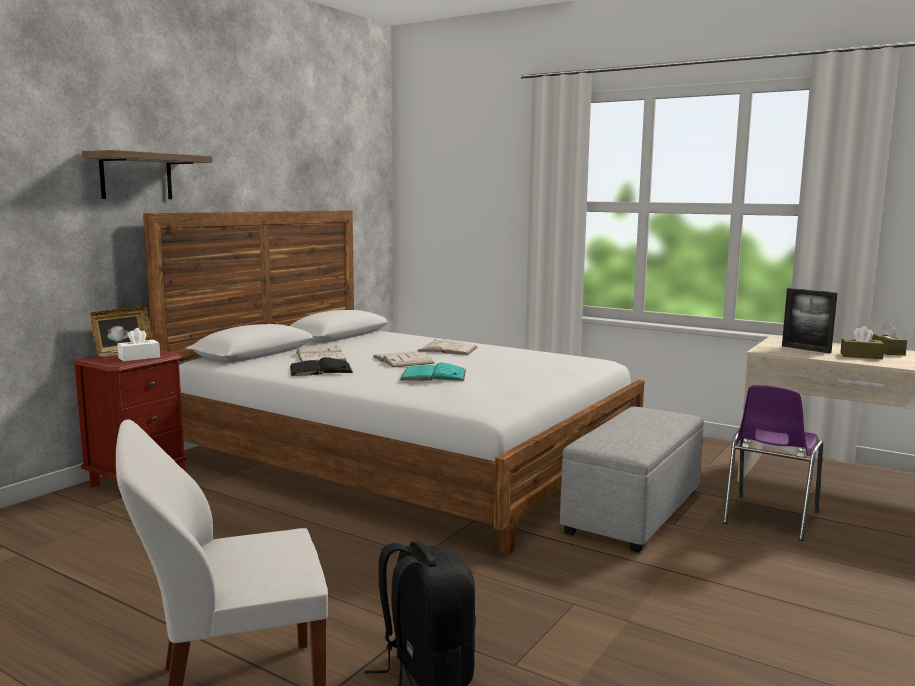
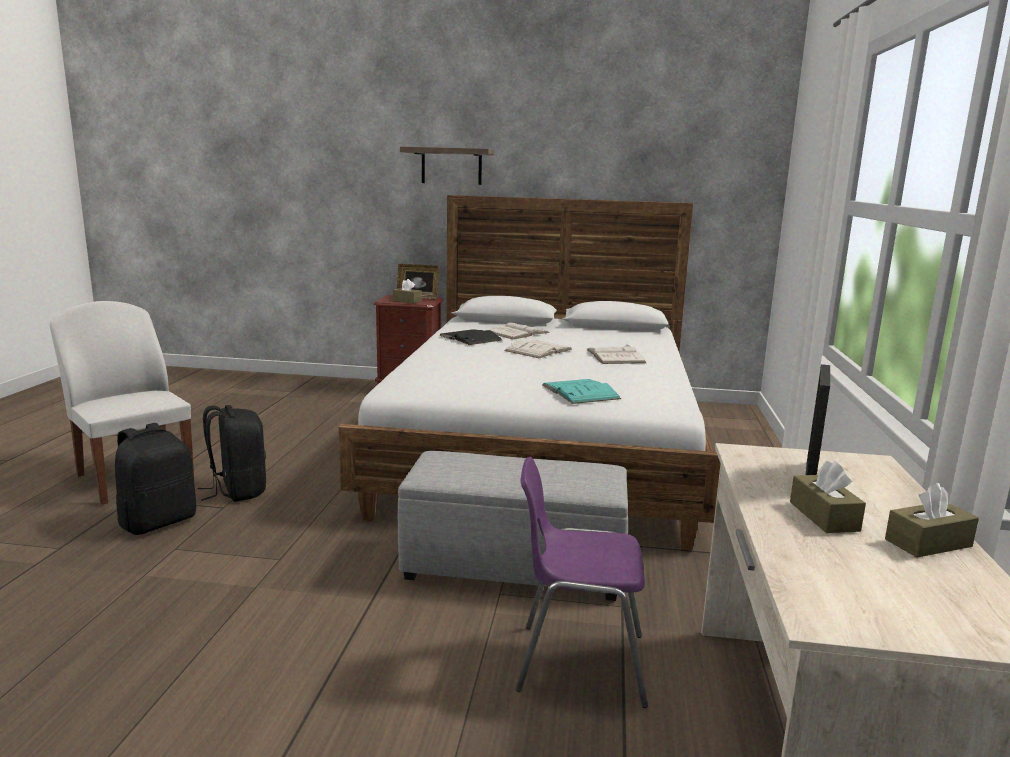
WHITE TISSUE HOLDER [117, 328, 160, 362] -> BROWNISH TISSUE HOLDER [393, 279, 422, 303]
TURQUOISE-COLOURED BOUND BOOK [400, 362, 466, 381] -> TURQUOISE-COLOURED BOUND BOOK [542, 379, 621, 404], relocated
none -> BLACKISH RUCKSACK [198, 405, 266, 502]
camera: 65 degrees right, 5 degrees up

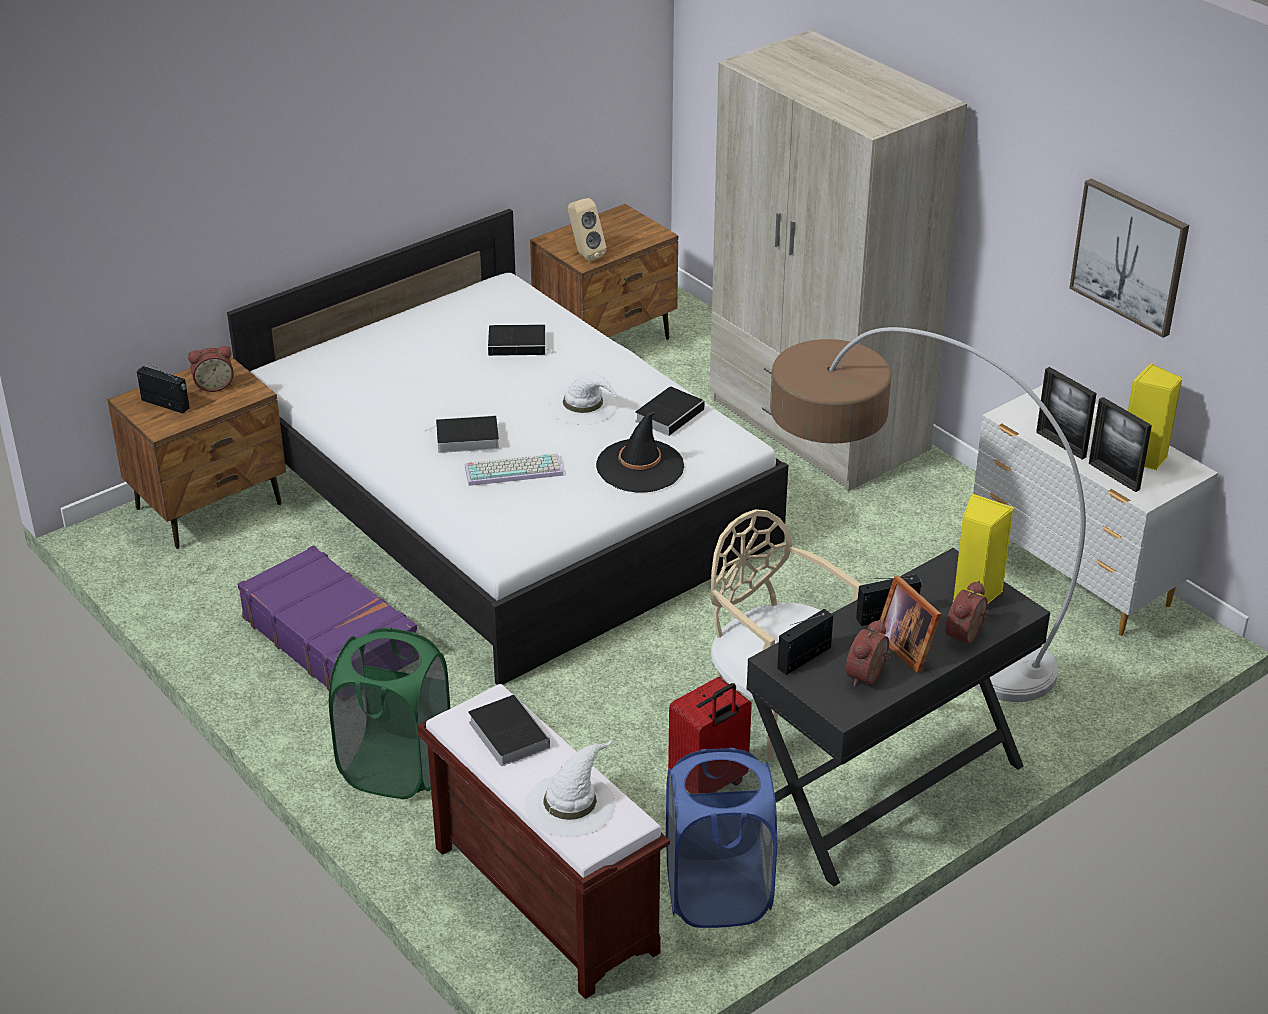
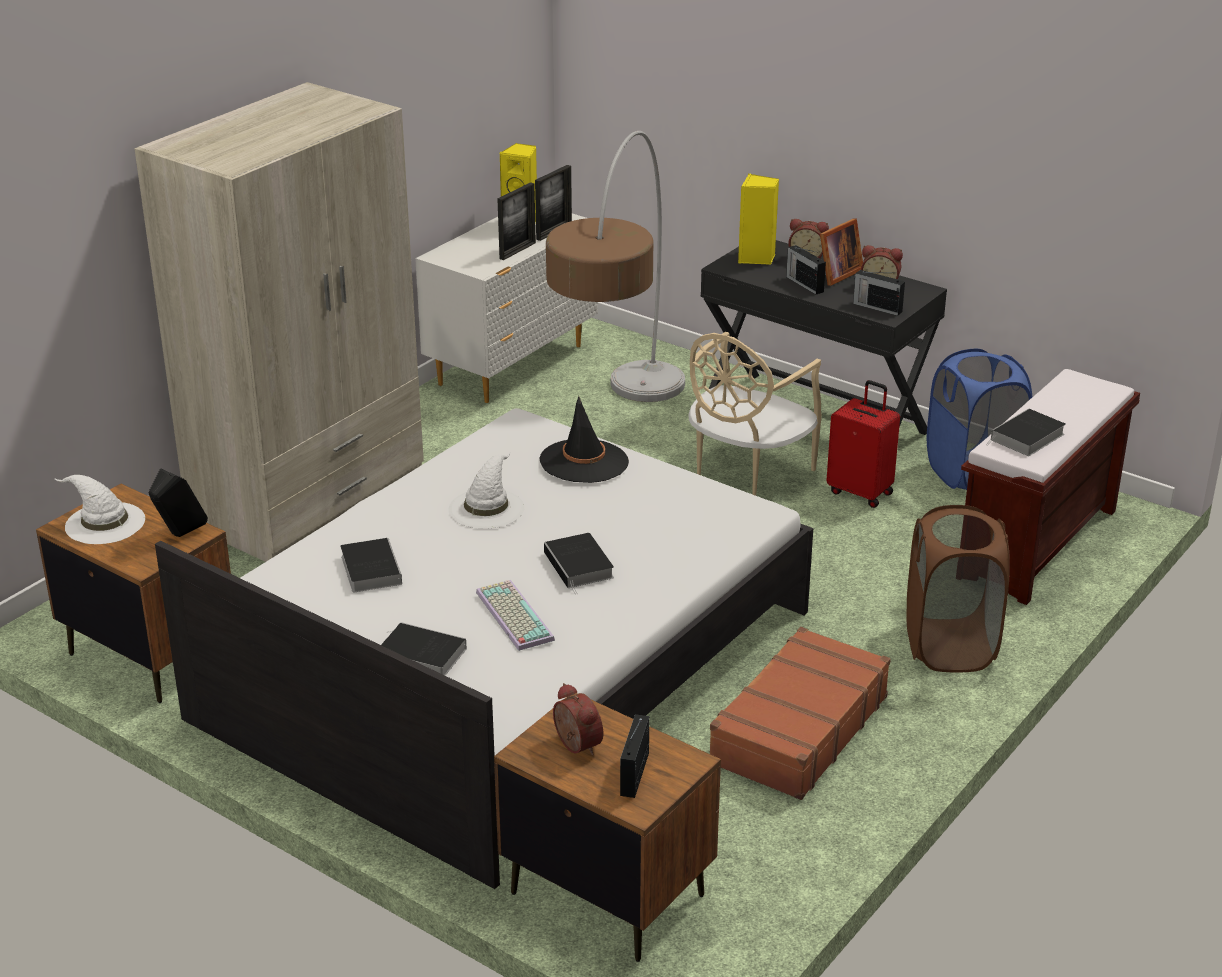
PICTURE [1069, 178, 1189, 338] -> none
BEIGE-COLOURED SPEAKER [568, 198, 607, 262] -> BLACKISH SPEAKER [149, 469, 208, 537]
BOUND BOOK [635, 386, 709, 436] -> BOUND BOOK [381, 622, 467, 676], relocated
PC KEYBOARD [465, 453, 564, 486] -> PC KEYBOARD [476, 580, 555, 651], relocated
PURPLE TRAVEL CASE [238, 546, 417, 691] -> BROWNISH TRAVEL CASE [710, 627, 891, 800]
GREEN WASHING BASKET [329, 627, 450, 799] -> BROWNISH WASHING BASKET [906, 505, 1010, 673]
WHITE CLOTHING HAT [525, 739, 615, 837] -> WHITE CLOTHING HAT [54, 475, 145, 544], relocated
camera: 105 degrees left, 5 degrees down

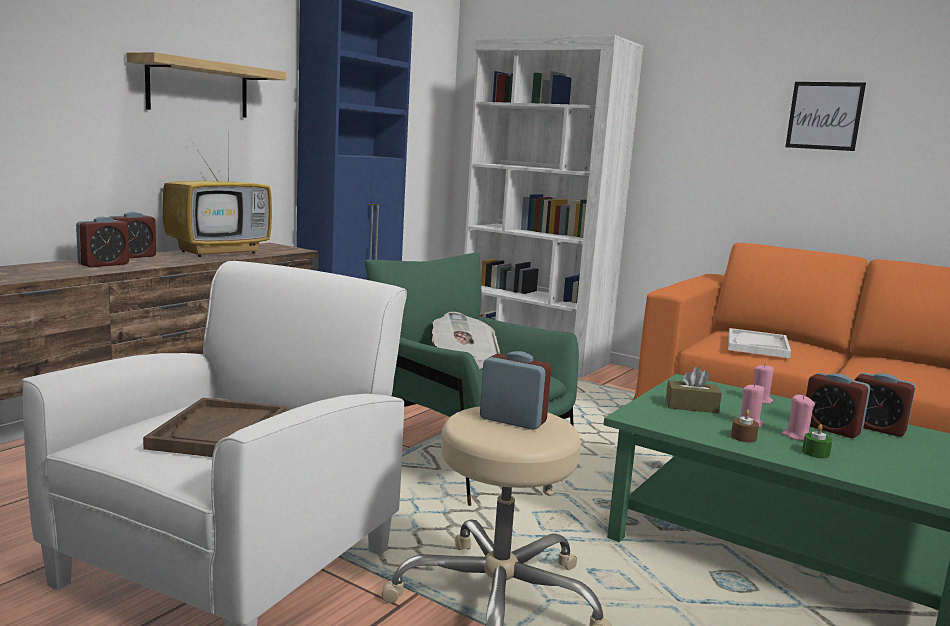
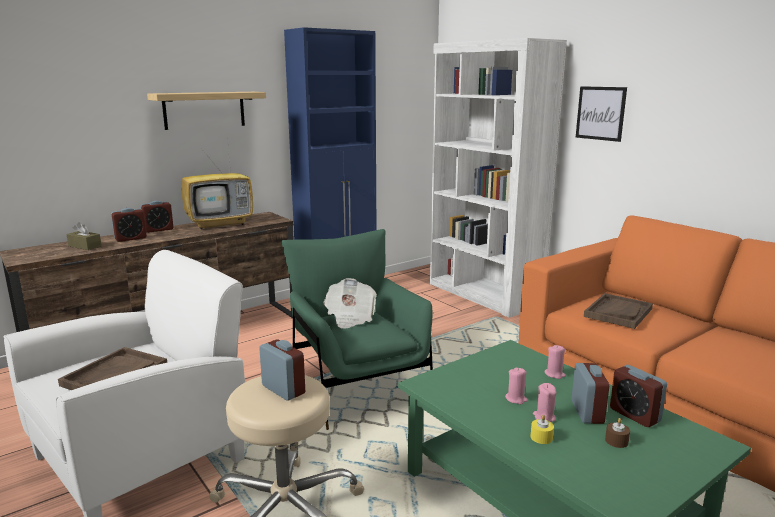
PICTURE [785, 82, 866, 151] -> PICTURE [576, 86, 627, 142], relocated
WHITE CARRYING TRAY [728, 328, 791, 358] -> BROWNISH CARRYING TRAY [584, 293, 653, 329]
BROWNISH TISSUE HOLDER [666, 367, 722, 413] -> BROWNISH TISSUE HOLDER [66, 222, 102, 250], relocated
TABLE CLOCK [806, 373, 871, 438] -> TABLE CLOCK [572, 363, 609, 424], 150 degrees counterclockwise
BROWNISH WAX CANDLE [731, 410, 759, 442] -> BROWNISH WAX CANDLE [605, 418, 630, 448], relocated
GREEN WAX CANDLE [802, 424, 832, 459] -> YELLOW WAX CANDLE [531, 415, 554, 444]
camera: 20 degrees right, 5 degrees up

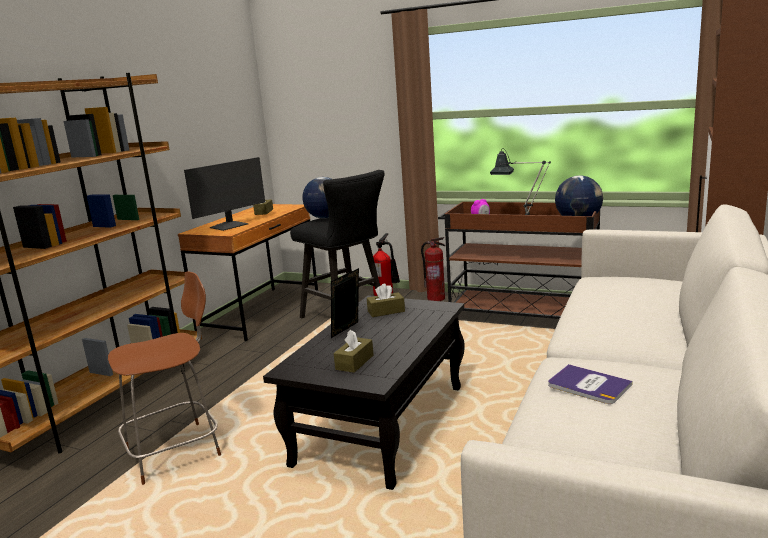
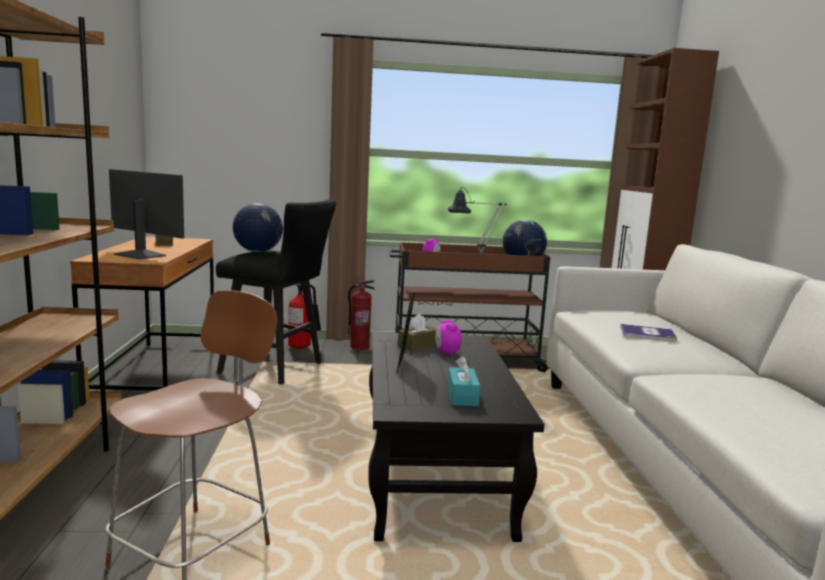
MONITOR [184, 157, 265, 231] -> MONITOR [109, 169, 184, 259], 75 degrees counterclockwise
BROWNISH TISSUE HOLDER [334, 329, 374, 373] -> TURQUOISE-COLOURED TISSUE HOLDER [448, 356, 480, 406]
BOUND BOOK [548, 364, 633, 404] -> BOUND BOOK [620, 324, 677, 342], relocated
none -> TABLE CLOCK [435, 320, 462, 356]
camera: 30 degrees left, 5 degrees down

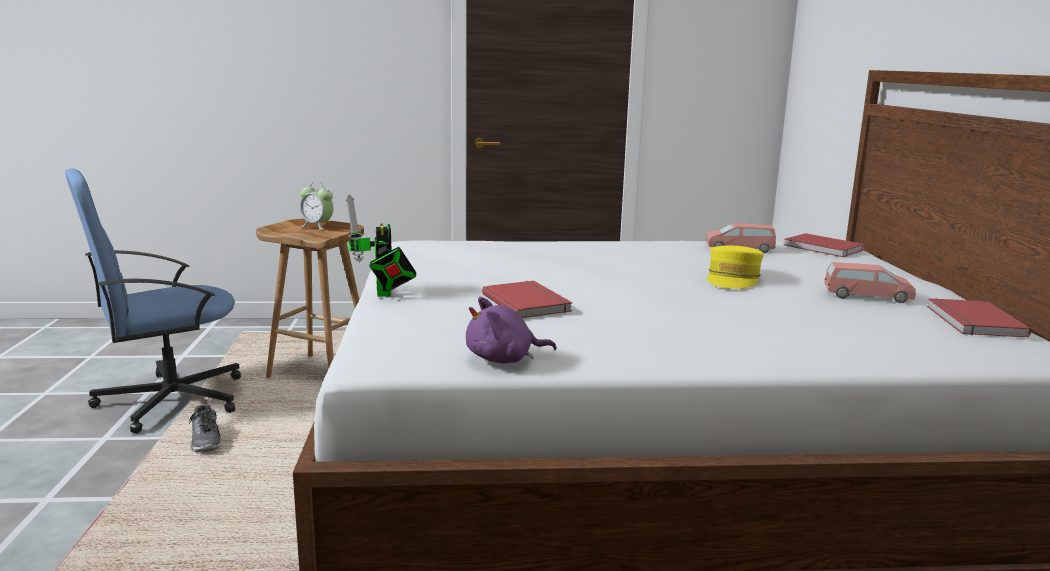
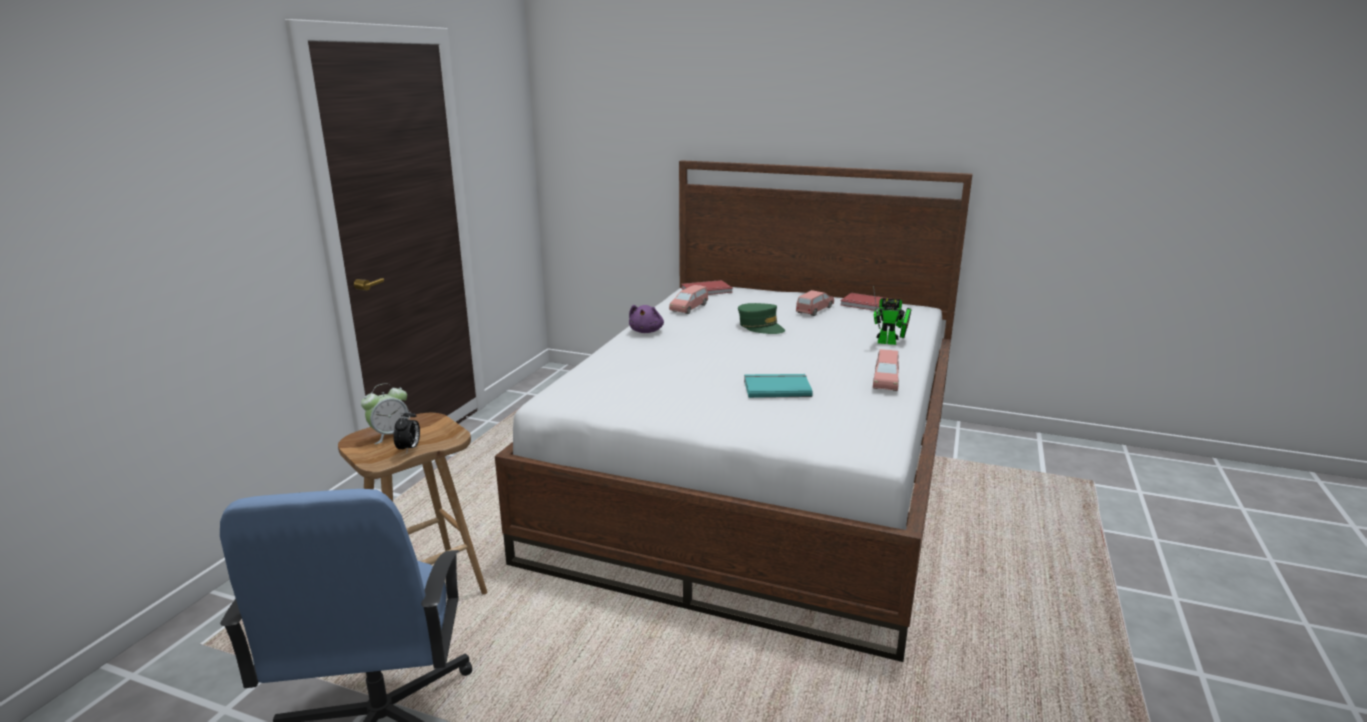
MODEL ROBOT [346, 194, 416, 297] -> MODEL ROBOT [873, 286, 912, 345], relocated
YELLOW BASEBALL CAP [707, 245, 764, 289] -> GREEN BASEBALL CAP [738, 303, 785, 334]
REDDISH BOUND BOOK [482, 281, 573, 318] -> TURQUOISE-COLOURED BOUND BOOK [744, 374, 813, 398]
PURPLE SOFT TOY [466, 297, 557, 363] -> PURPLE SOFT TOY [629, 305, 664, 333], relocated
SHOE [189, 404, 221, 452] -> none
none -> PINK TOY CAR [873, 349, 899, 391]
none -> TABLE CLOCK [393, 409, 420, 453]
camera: 65 degrees left, 5 degrees up

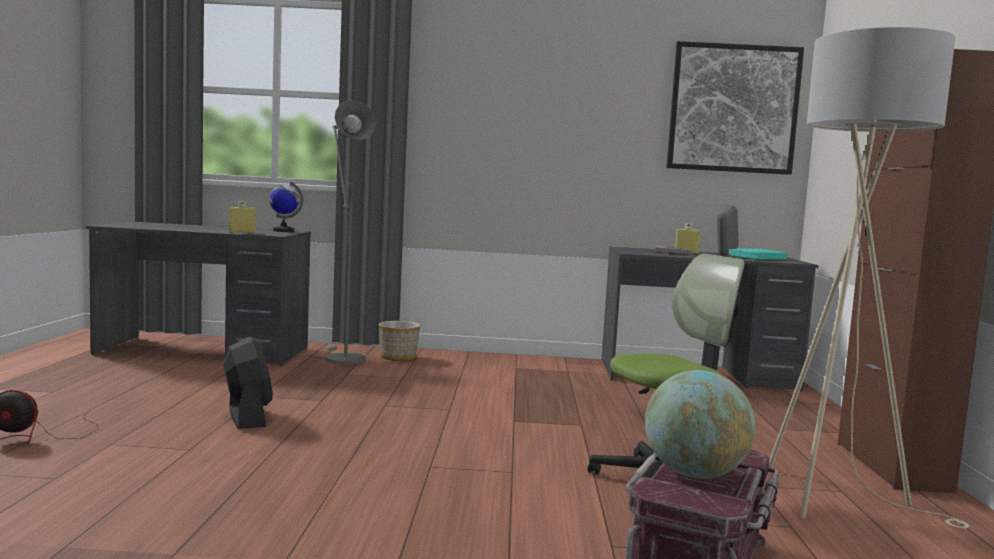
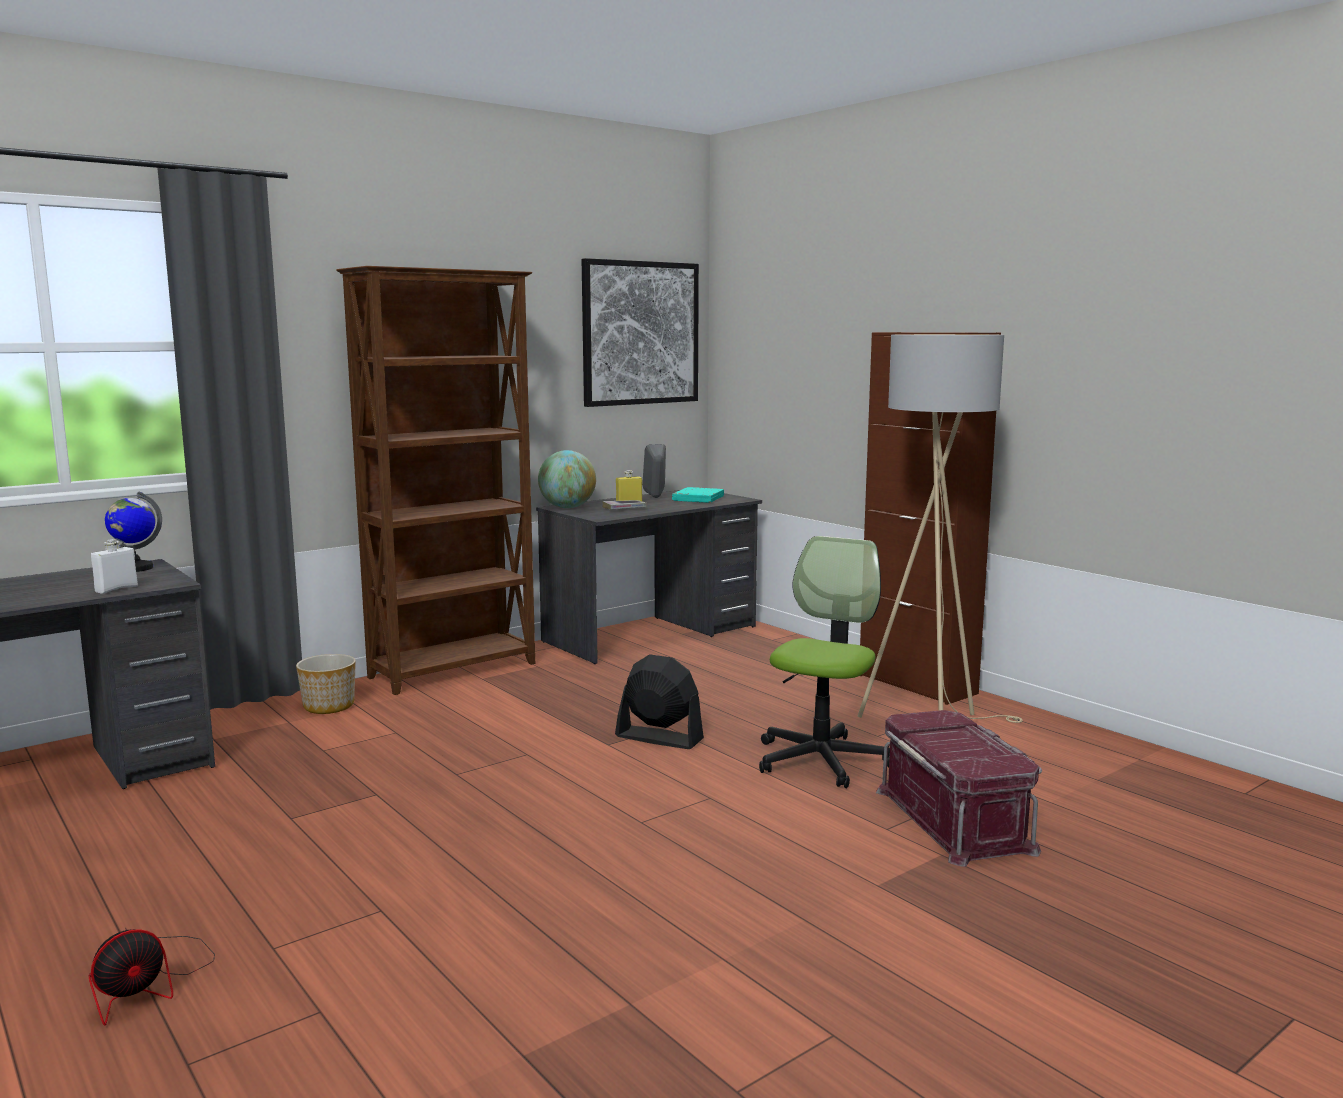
GRAY STANDING LAMP [319, 100, 376, 365] -> none
YELLOW BOTTLE [229, 201, 255, 234] -> WHITE BOTTLE [91, 539, 138, 594]
BLACKISH COOLING FAN [223, 337, 273, 429] -> BLACKISH COOLING FAN [615, 654, 704, 749], relocated
DESK GLOBE [645, 370, 755, 479] -> DESK GLOBE [538, 450, 596, 508], relocated
none -> BROWNISH BOOKSHELF [336, 266, 535, 695]
camera: 40 degrees left, 5 degrees up

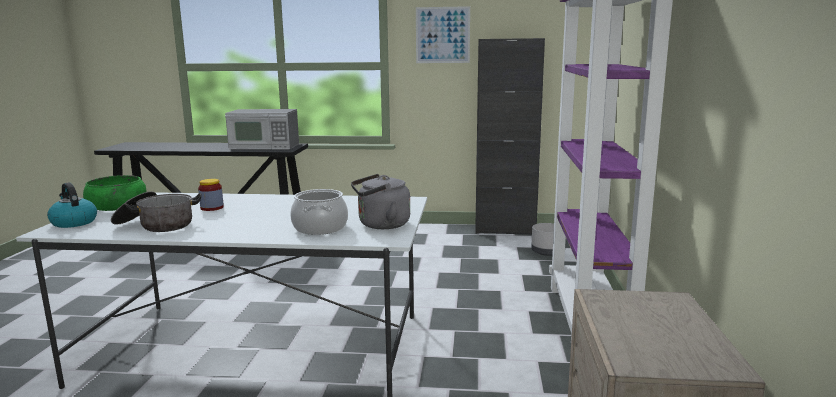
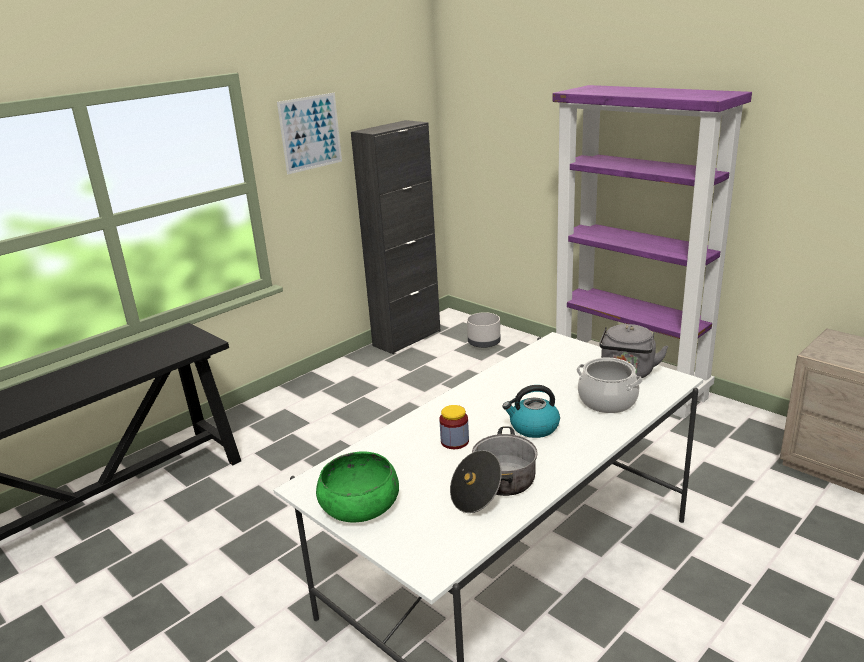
MICROWAVE OVEN [225, 109, 299, 149] -> none
KETTLE [47, 183, 97, 228] -> KETTLE [502, 385, 560, 438], relocated
camera: 50 degrees left, 10 degrees up

